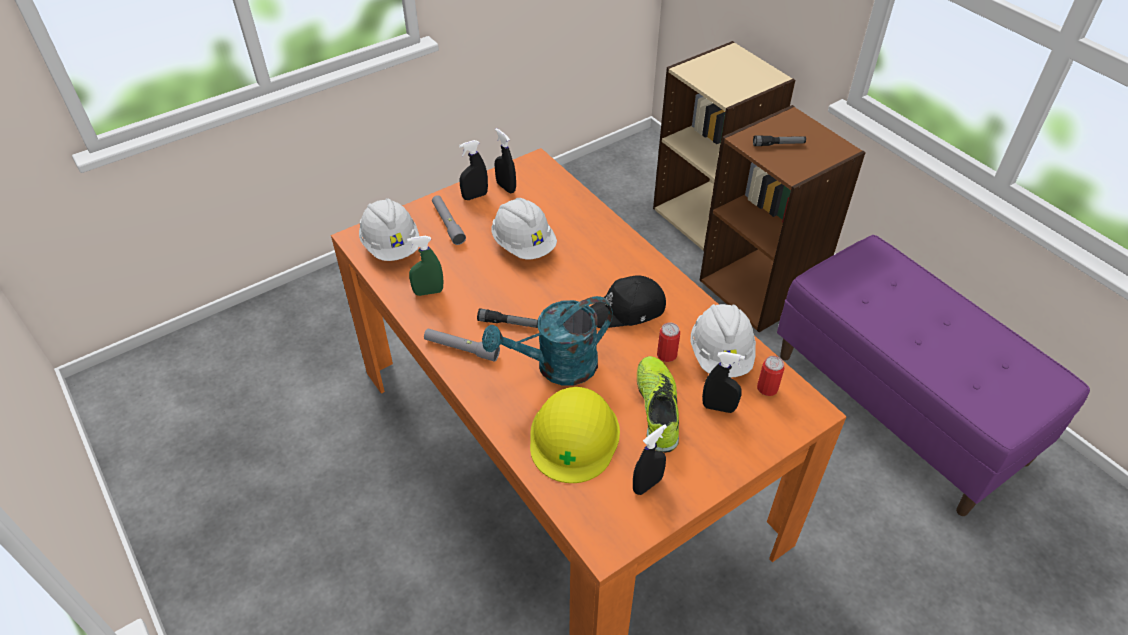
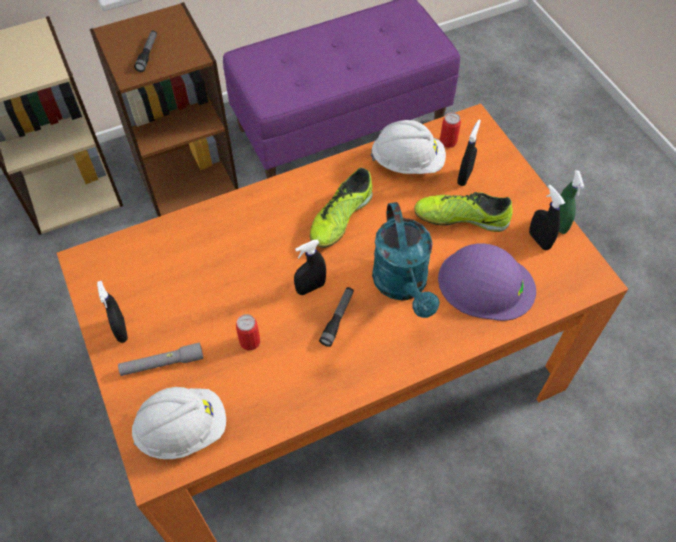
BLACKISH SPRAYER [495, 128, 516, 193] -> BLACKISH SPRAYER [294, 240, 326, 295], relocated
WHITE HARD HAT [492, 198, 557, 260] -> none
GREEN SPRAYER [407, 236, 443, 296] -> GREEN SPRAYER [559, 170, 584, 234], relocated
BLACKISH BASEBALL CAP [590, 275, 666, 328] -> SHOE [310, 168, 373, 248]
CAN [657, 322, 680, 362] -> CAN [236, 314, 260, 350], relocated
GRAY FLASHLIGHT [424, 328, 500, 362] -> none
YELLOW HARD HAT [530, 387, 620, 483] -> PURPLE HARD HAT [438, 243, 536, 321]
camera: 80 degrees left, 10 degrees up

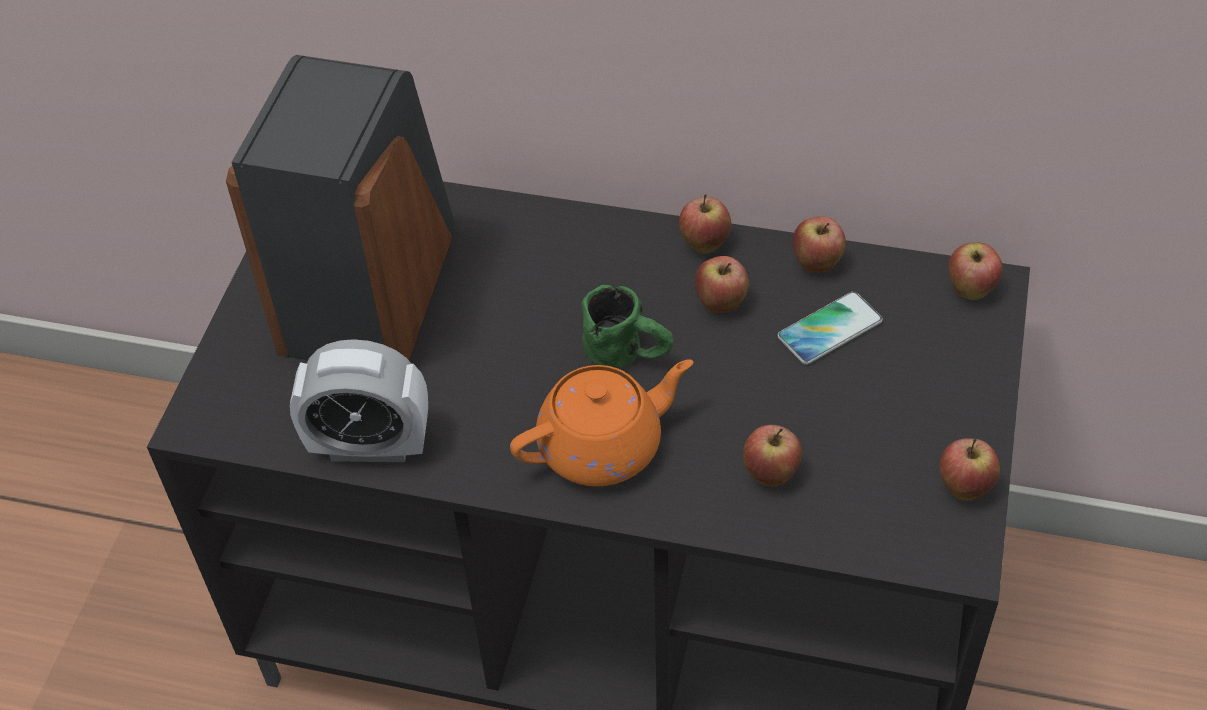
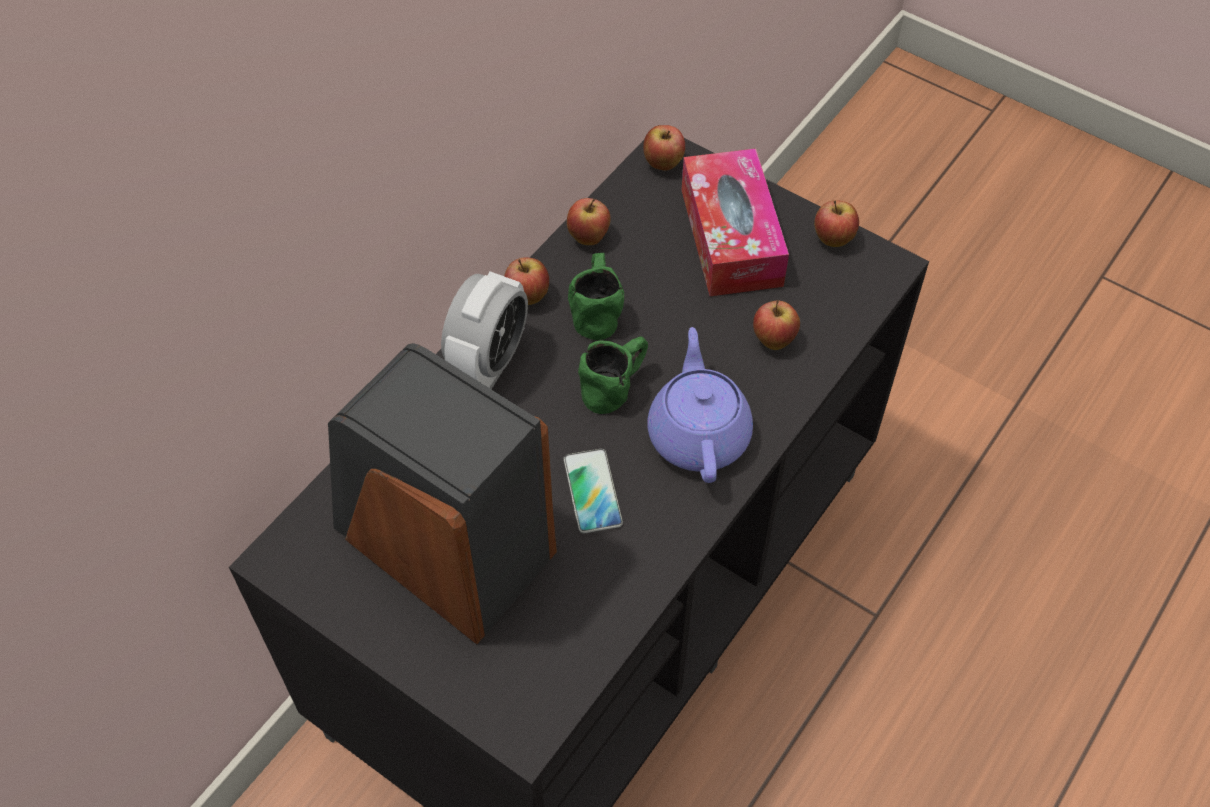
WHOLE APPLE [695, 256, 749, 313] -> GREEN MUG [568, 253, 624, 340]
TELEPHONE [777, 291, 883, 365] -> TELEPHONE [564, 449, 623, 533], relocated
TABLE CLOCK [290, 339, 428, 462] -> TABLE CLOCK [441, 271, 528, 389], relocated
ORANGE TEAPOT [510, 359, 693, 486] -> PURPLE TEAPOT [647, 327, 753, 483]
none -> TISSUE HOLDER [682, 148, 789, 296]
camera: 70 degrees left, 5 degrees up

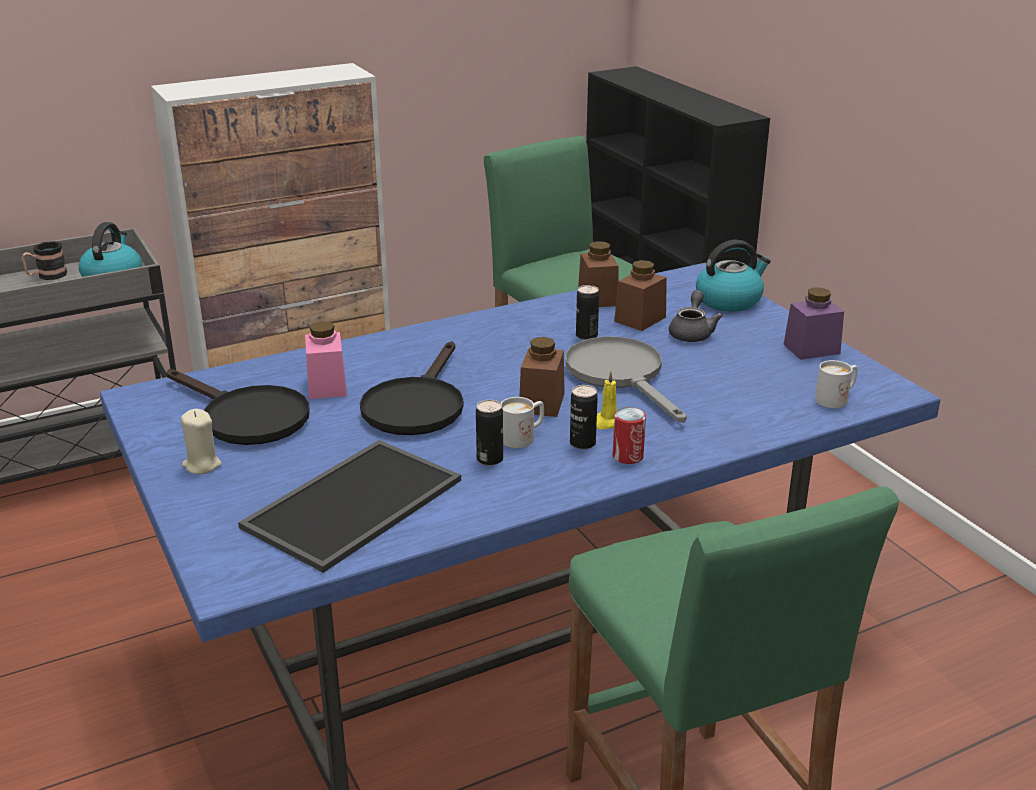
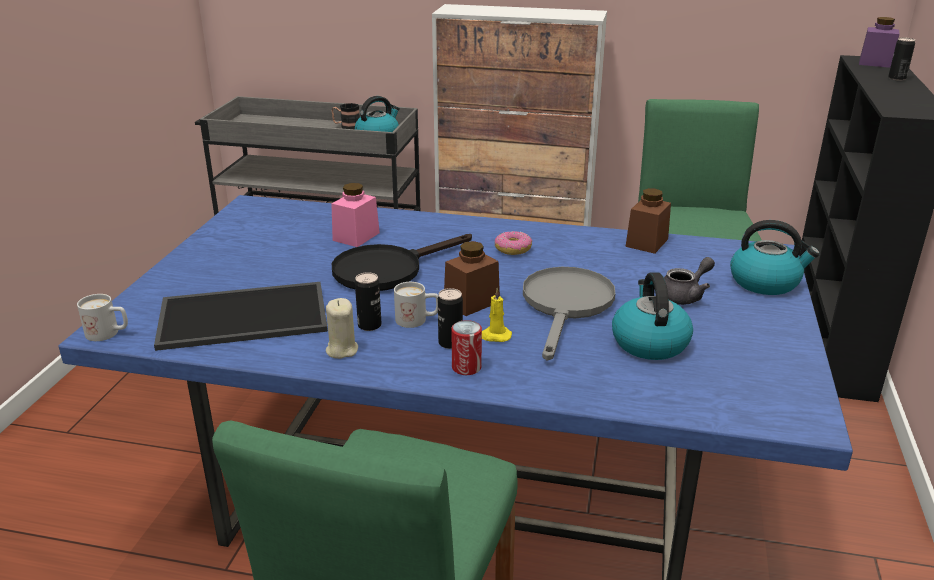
BROWNISH JAR [614, 260, 667, 331] -> none
CAN [576, 285, 599, 340] -> CAN [888, 37, 915, 81], relocated
PURPLE JAR [783, 287, 844, 360] -> PURPLE JAR [859, 17, 899, 68], relocated
WHITE MUG [815, 360, 858, 408] -> WHITE MUG [77, 294, 128, 341], relocated
BLACKISH PAN [166, 369, 310, 445] -> none
BEIGE-COLOURED WAX CANDLE [181, 409, 222, 474] -> BEIGE-COLOURED WAX CANDLE [326, 298, 358, 359], relocated
none -> DONUT [495, 231, 532, 255]
none -> KETTLE [612, 272, 693, 360]
camera: 40 degrees right, 0 degrees up

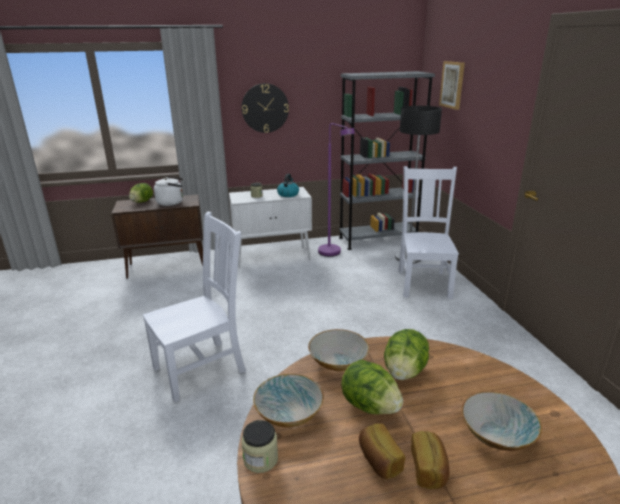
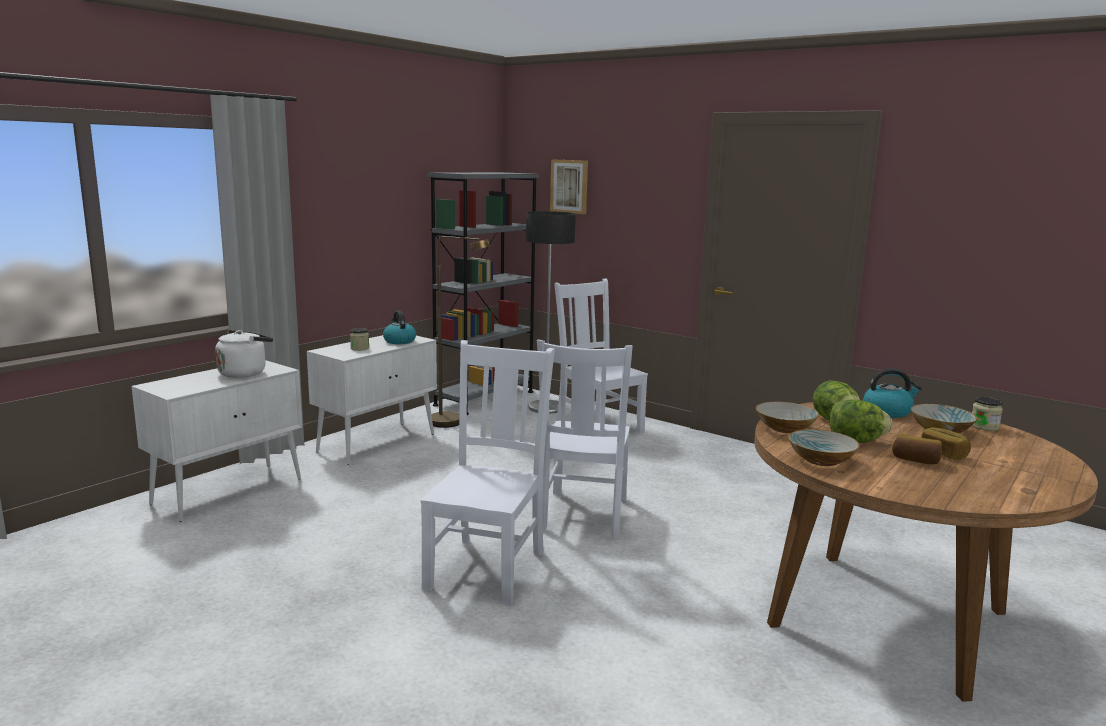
CLOCK ON THE WALL [242, 83, 289, 133] -> none
PURPLE STANDING LAMP [318, 123, 355, 257] -> BROWNISH STANDING LAMP [431, 236, 490, 428]
LETTUCE [129, 183, 153, 203] -> none
BROWNISH CUPBOARD [111, 195, 203, 279] -> WHITE CUPBOARD [131, 360, 302, 522]
JAR [242, 420, 278, 473] -> JAR [972, 397, 1003, 431], relocated
none -> WHITE UPRIGHT CHAIR [537, 340, 633, 539]
none -> KETTLE [863, 368, 922, 418]
camera: 40 degrees left, 10 degrees down

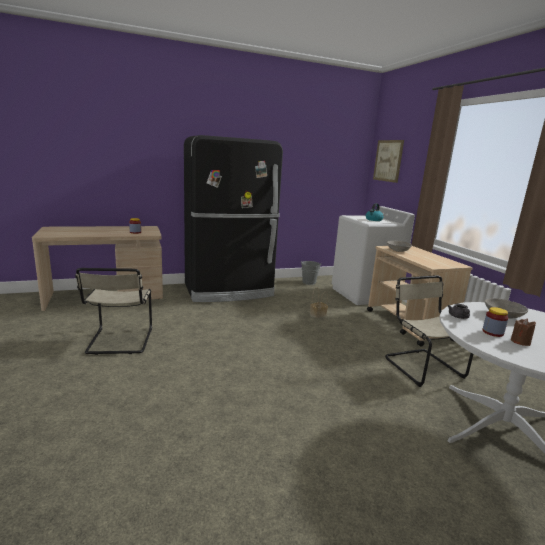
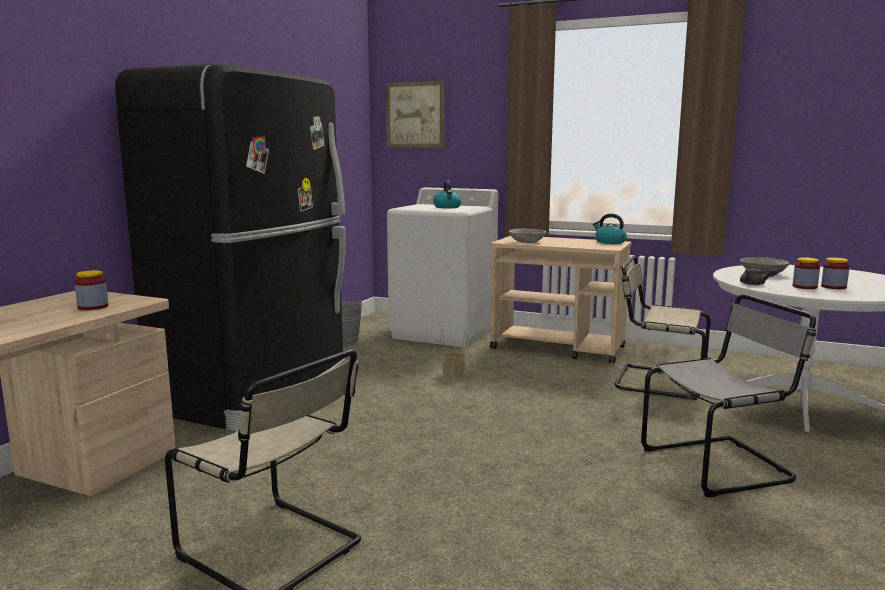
BROWNISH WAX CANDLE [511, 318, 536, 346] -> JAR [821, 258, 850, 289]
none -> KETTLE [593, 214, 626, 244]
none -> GRAY UPRIGHT CHAIR [641, 294, 816, 497]
camera: 45 degrees left, 5 degrees down

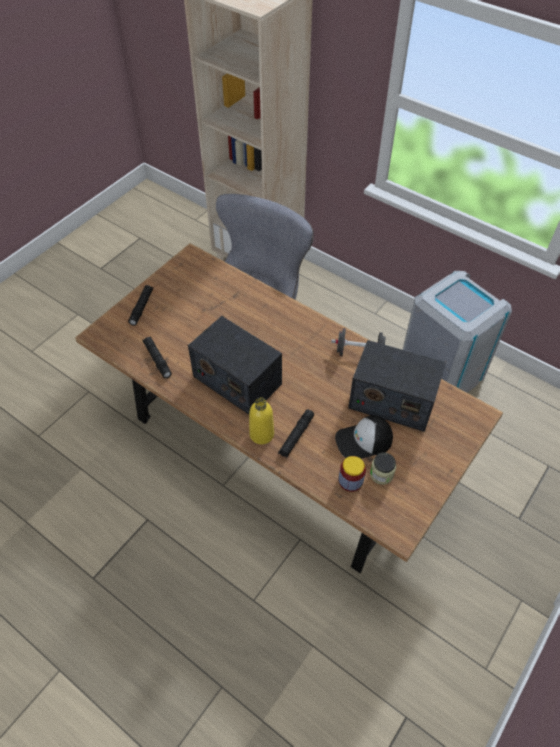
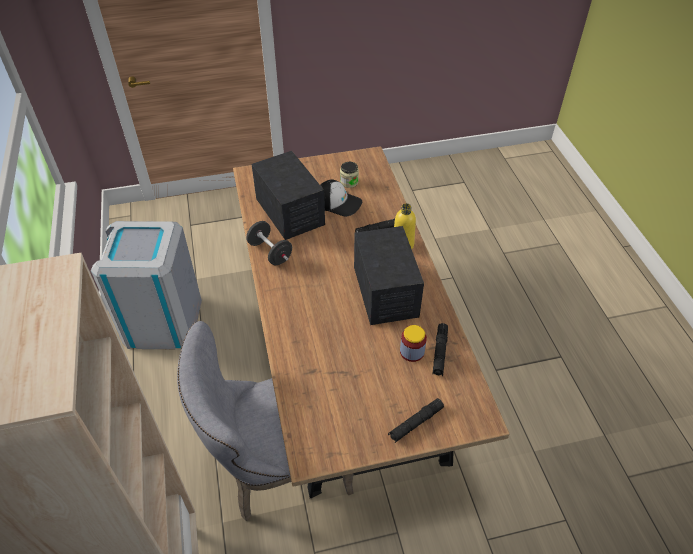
JAR [339, 456, 366, 492] -> JAR [400, 325, 427, 362], relocated
camera: 140 degrees left, 5 degrees down

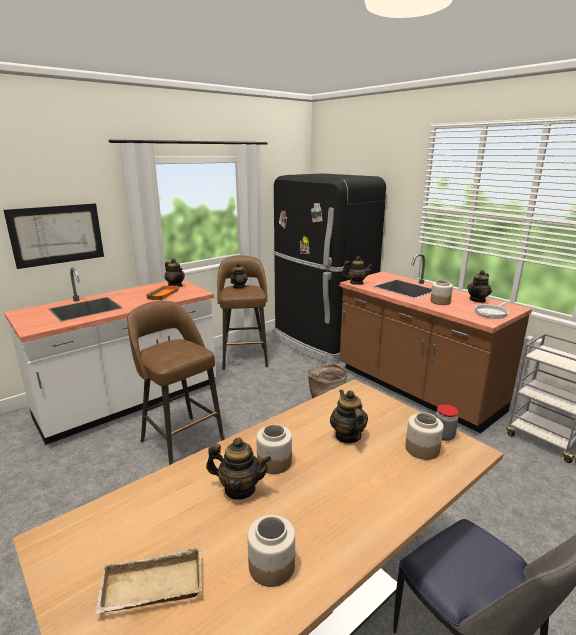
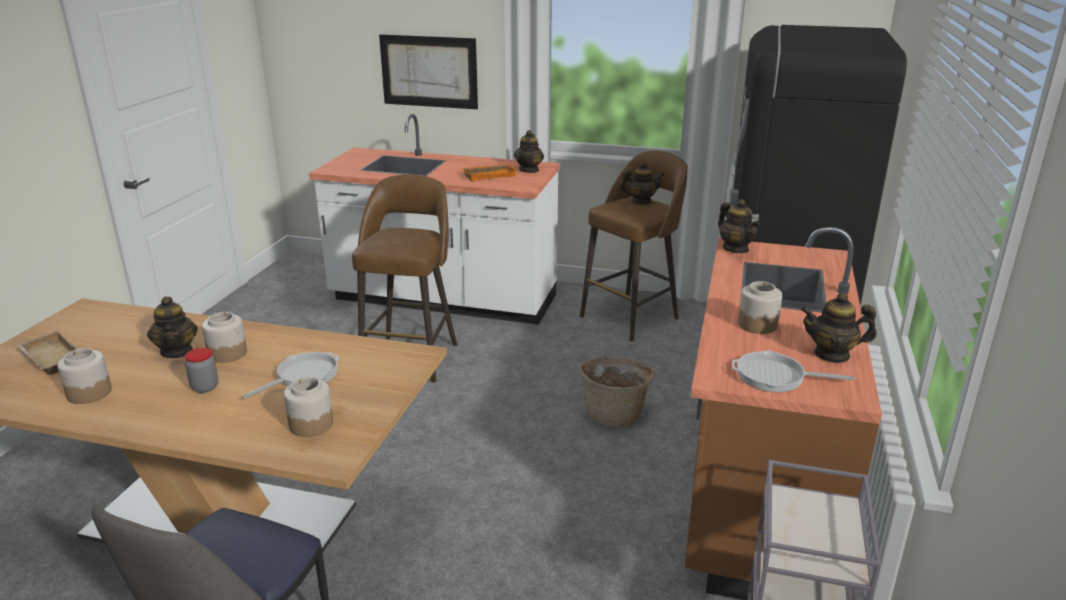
TEAPOT [330, 390, 368, 444] -> PAN [242, 352, 339, 399]
JAR [435, 404, 459, 441] -> JAR [185, 348, 218, 393], relocated
camera: 55 degrees right, 5 degrees up

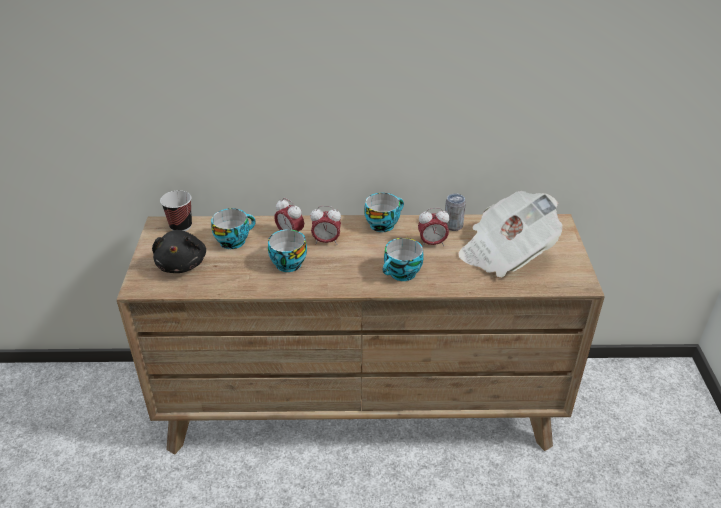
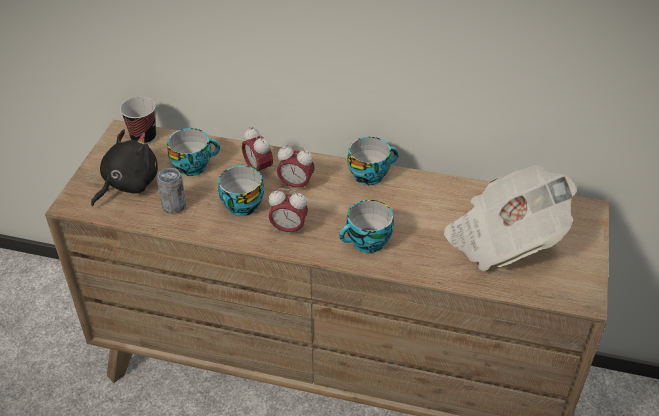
CAN [445, 193, 466, 231] -> CAN [157, 168, 186, 214], relocated
TABLE CLOCK [418, 208, 449, 247] -> TABLE CLOCK [268, 188, 308, 236], relocated
BLACKISH SOFT TOY [152, 230, 206, 273] -> BLACKISH SOFT TOY [91, 129, 158, 206], 150 degrees counterclockwise
camera: 15 degrees right, 5 degrees up

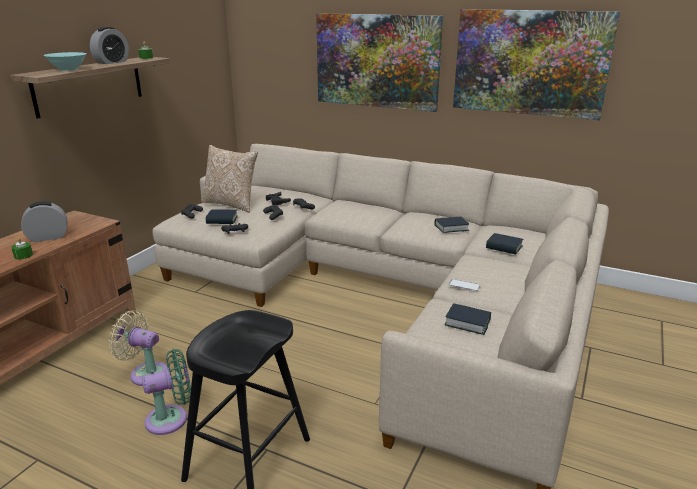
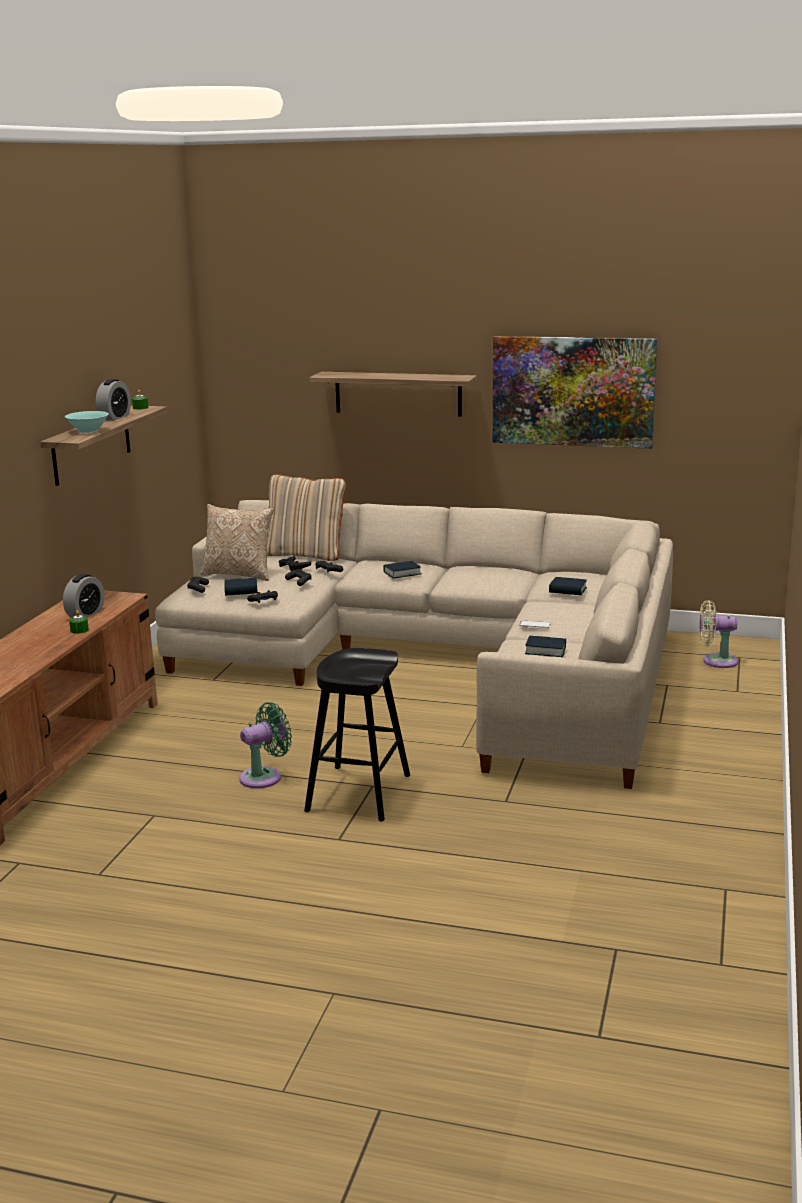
PICTURE [316, 13, 443, 112] -> BRACKET SHELF [310, 372, 477, 416]
TABLE CLOCK [21, 201, 68, 242] -> TABLE CLOCK [63, 574, 104, 618], 150 degrees clockwise
BOUND BOOK [435, 217, 469, 233] -> BOUND BOOK [383, 561, 422, 578], relocated
BEIGE-COLOURED COOLING FAN [109, 310, 168, 386] -> BEIGE-COLOURED COOLING FAN [699, 600, 738, 668], relocated
none -> BEIGE-COLOURED THROW PILLOW [267, 474, 347, 561]
camera: 10 degrees left, 5 degrees down

